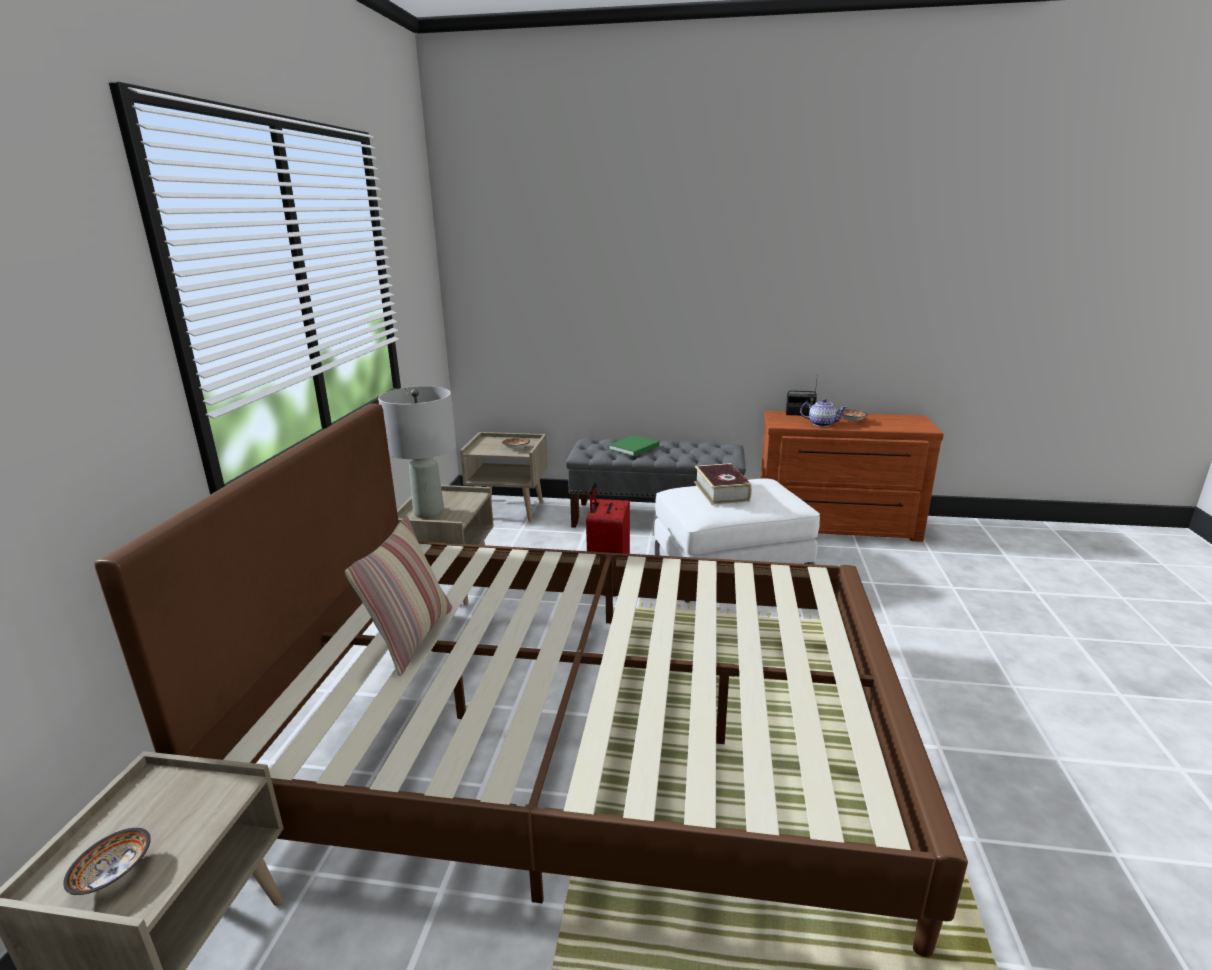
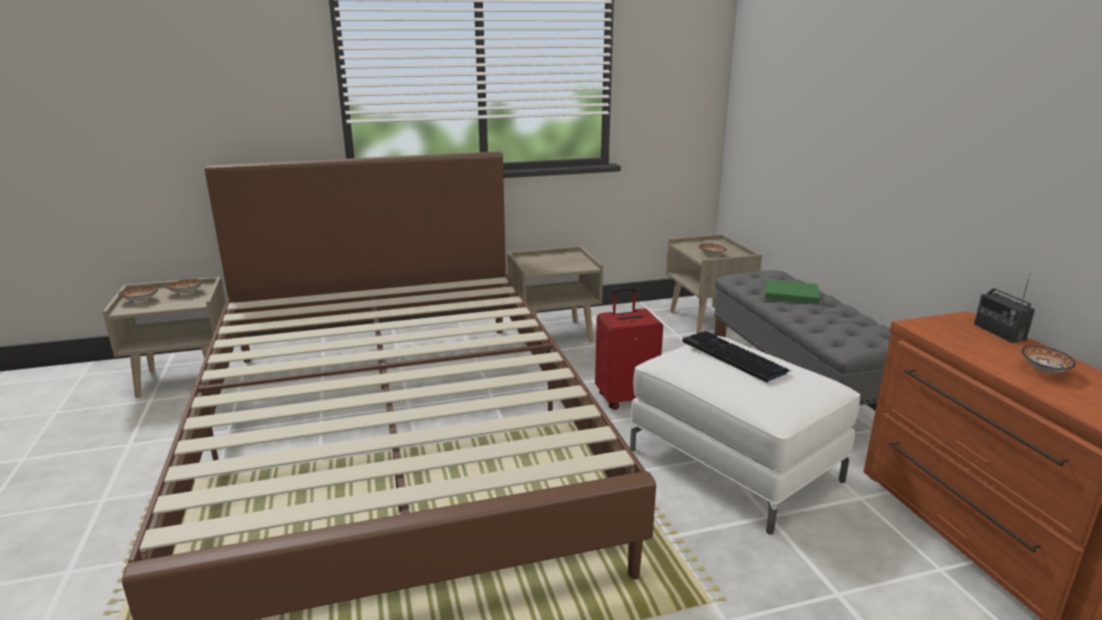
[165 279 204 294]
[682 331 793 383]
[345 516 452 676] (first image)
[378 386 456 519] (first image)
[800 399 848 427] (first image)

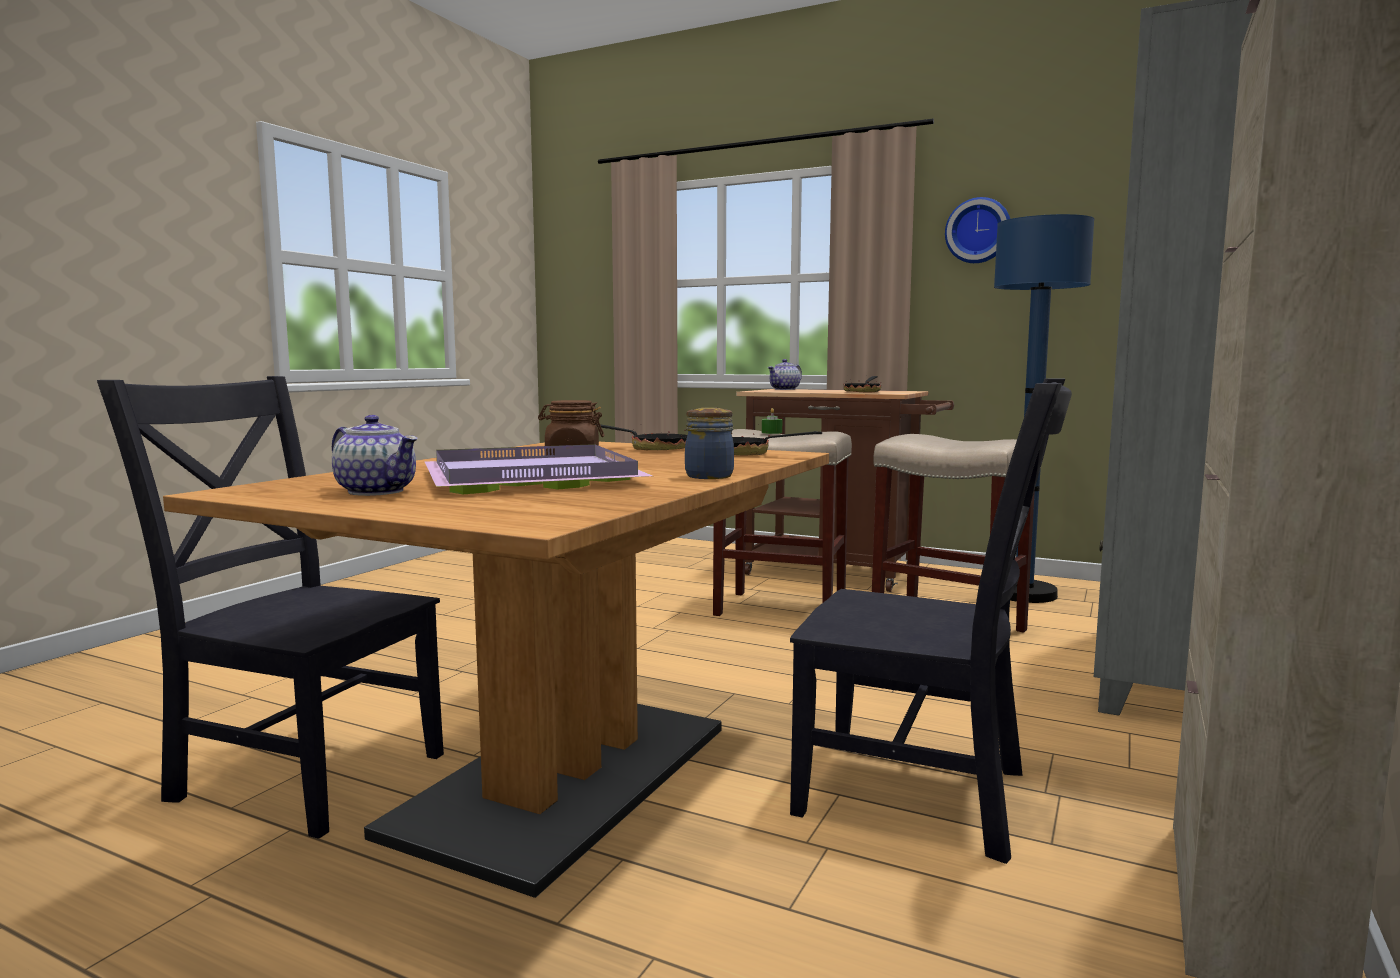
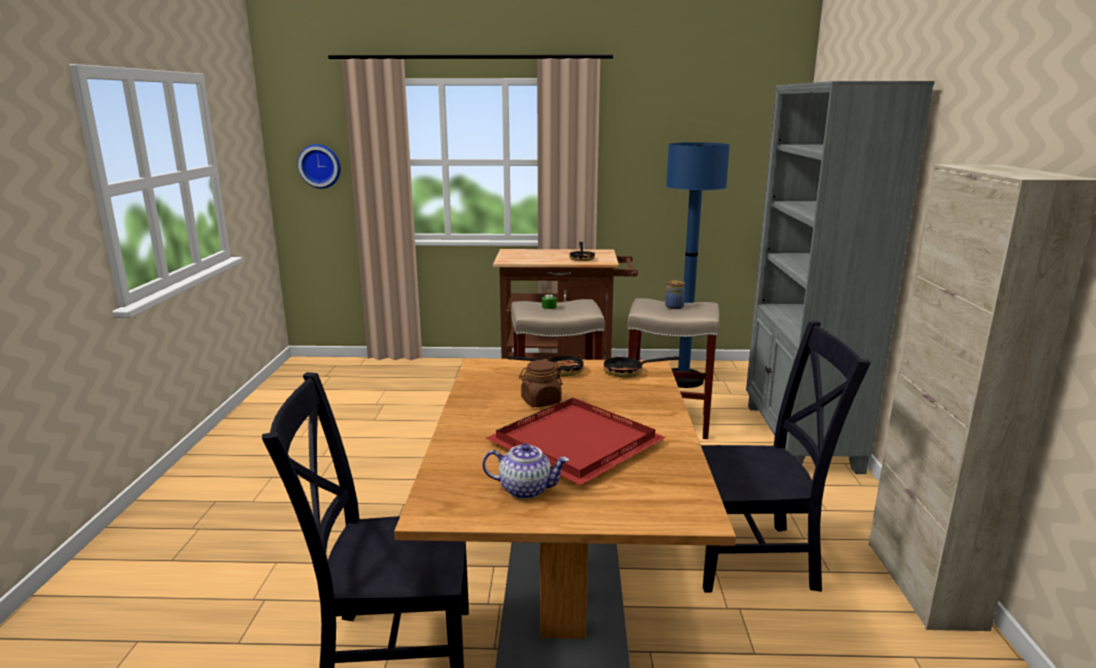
[298 144 341 189]
[486 397 666 485]
[665 280 685 309]
[768 359 802 390] (first image)

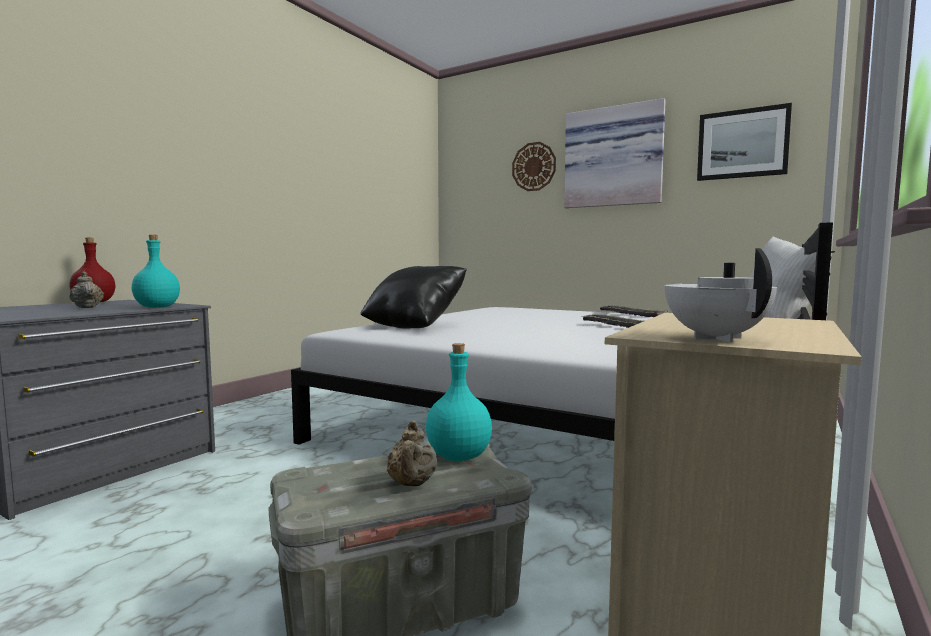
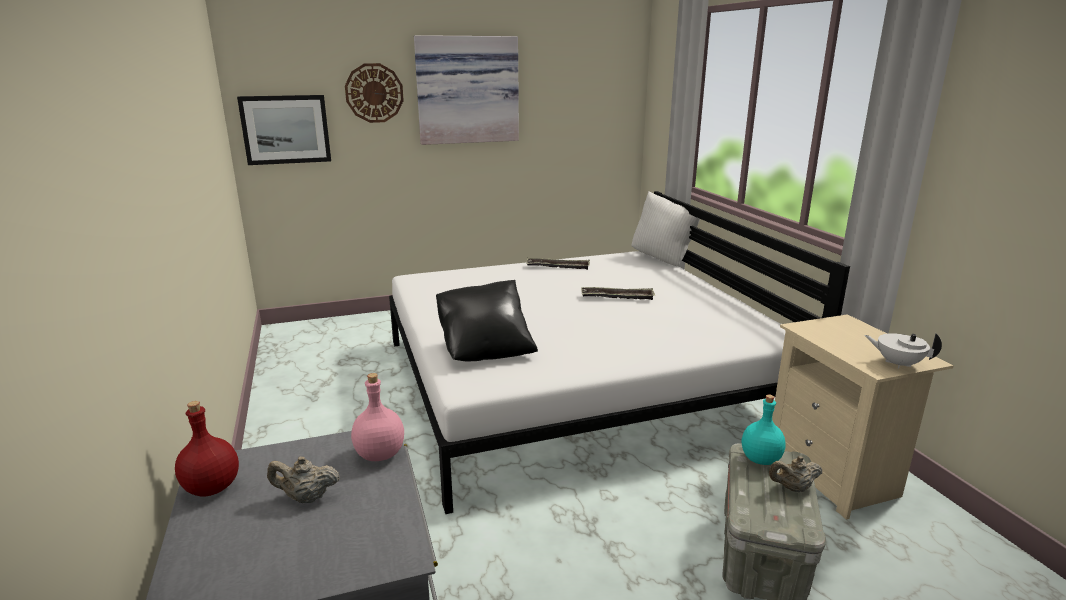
[237 95 331 165]
[351 373 404 461]
[769 456 822 492]

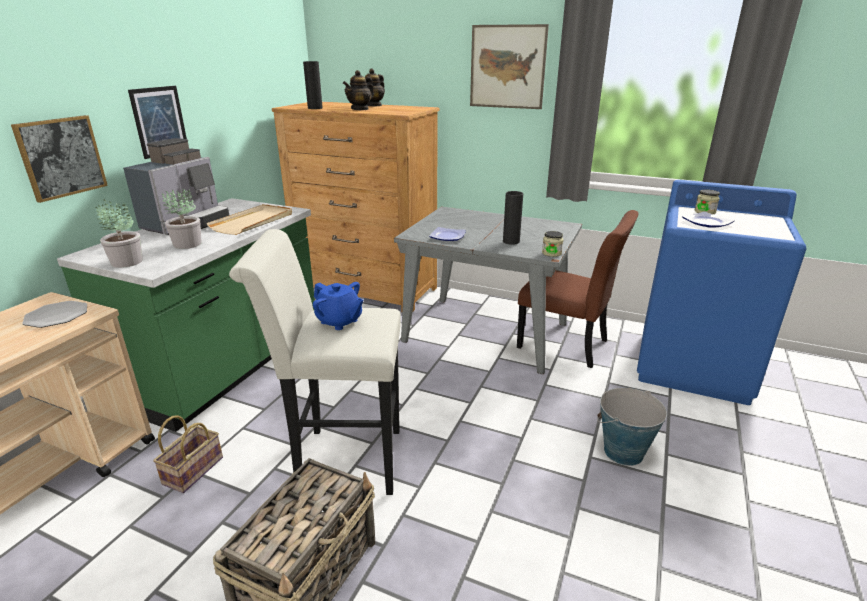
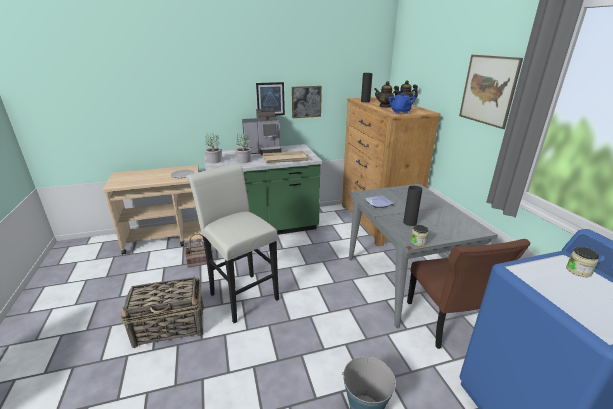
[292 86 322 118]
[388 93 416 114]
[682 212 735 228] (first image)

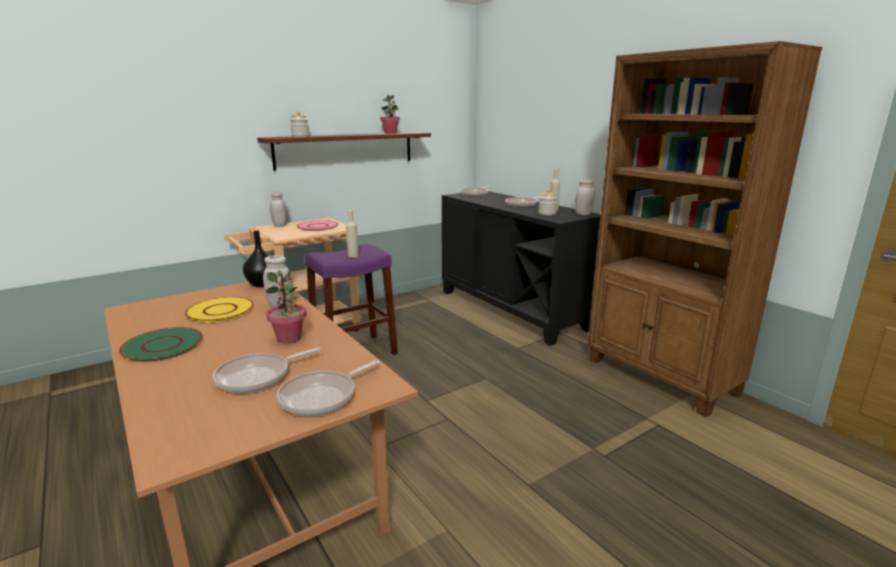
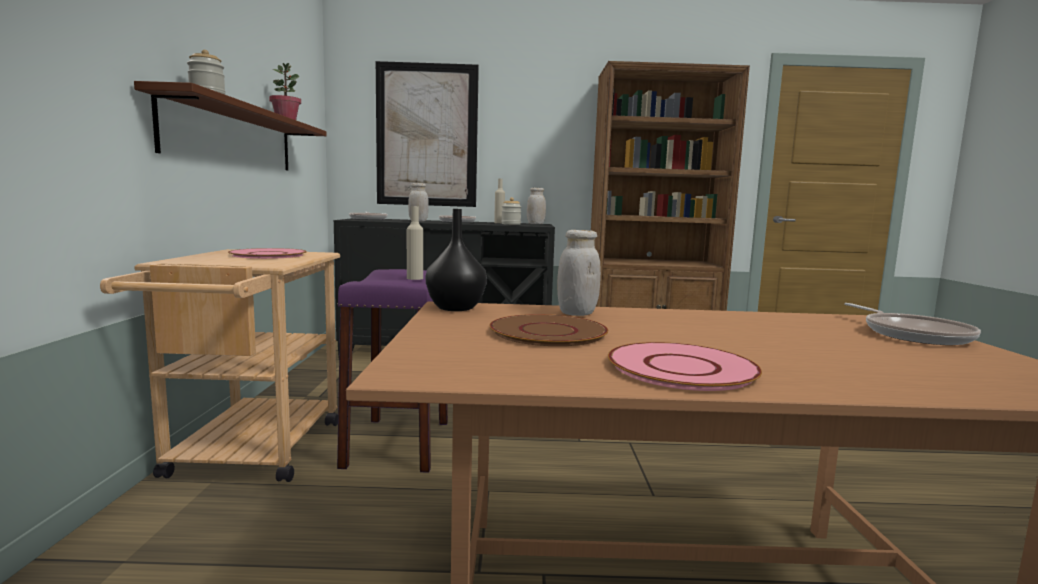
[376 61 479 207]
[408 183 429 221]
[489 314 608 346]
[608 342 762 391]
[213 347 321 393] (first image)
[266 270 307 344] (first image)

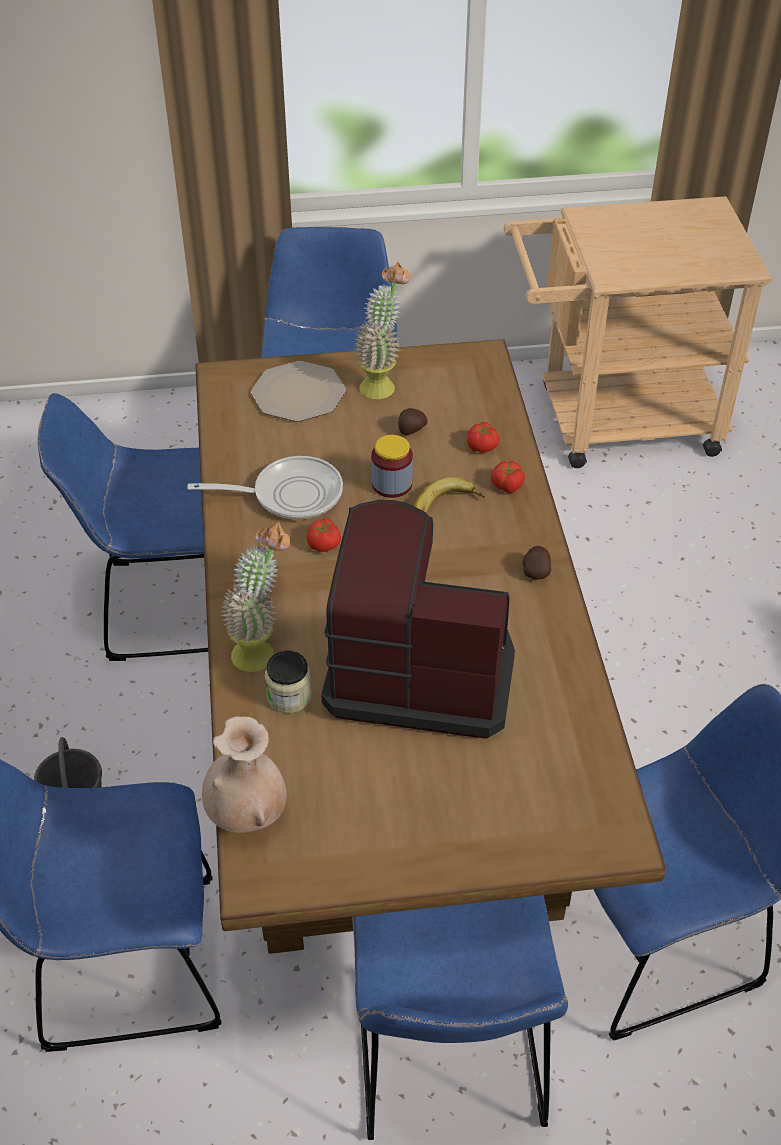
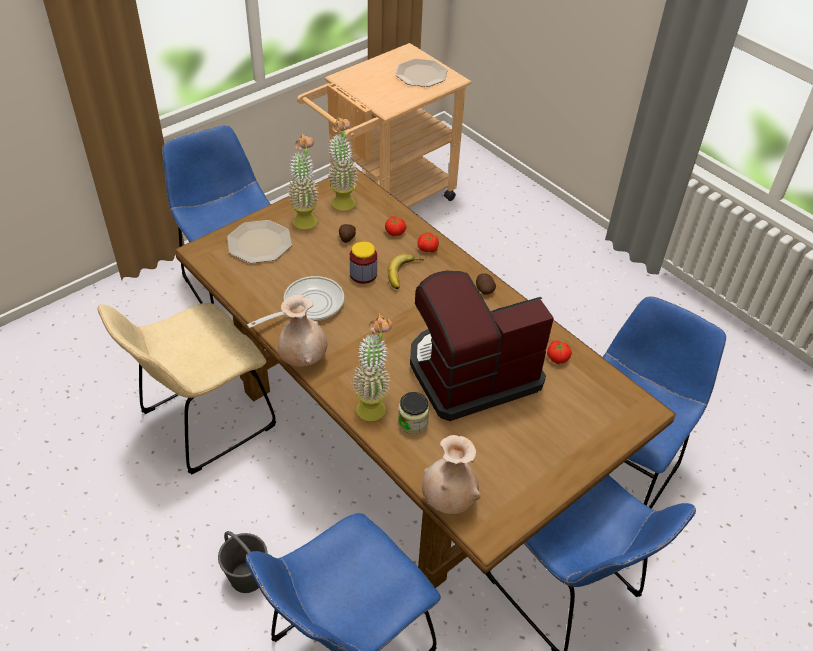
[98 303 276 475]
[278 294 327 367]
[327 116 359 211]
[395 58 448 87]
[547 340 572 364]

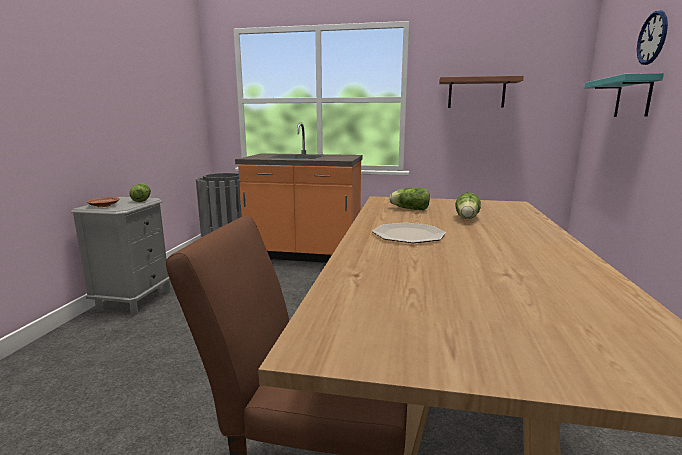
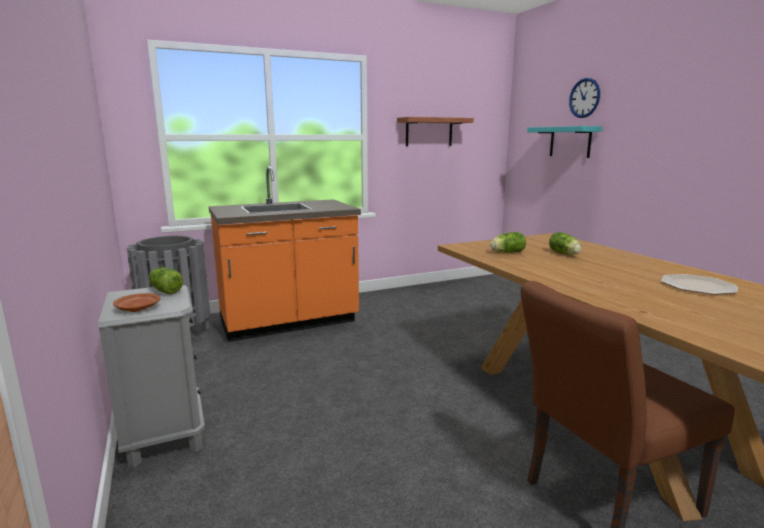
[661 274 738 295]

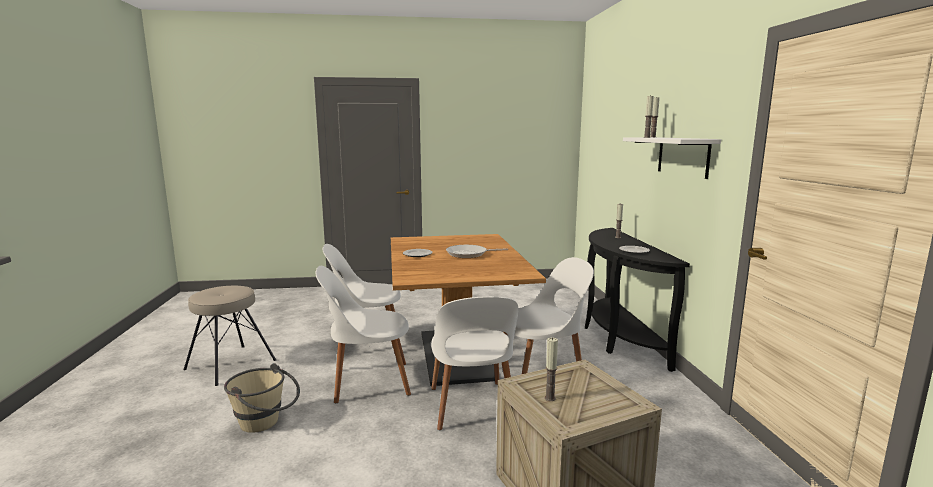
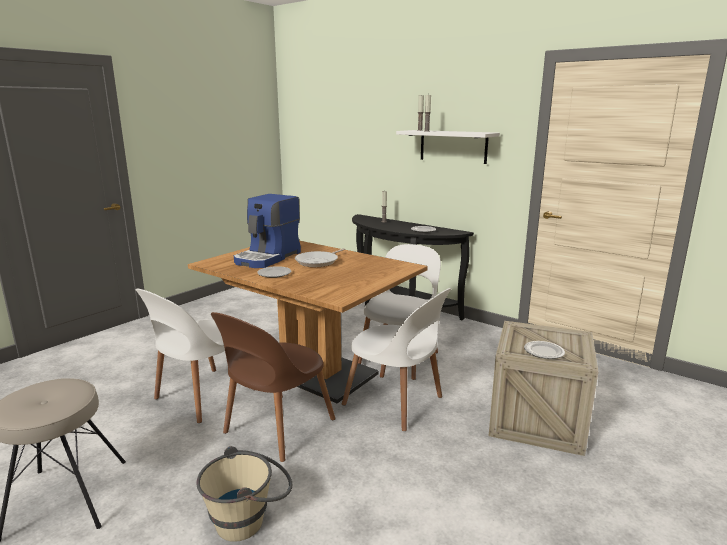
[211 312 336 462]
[234 194 301 268]
[524 341 565 359]

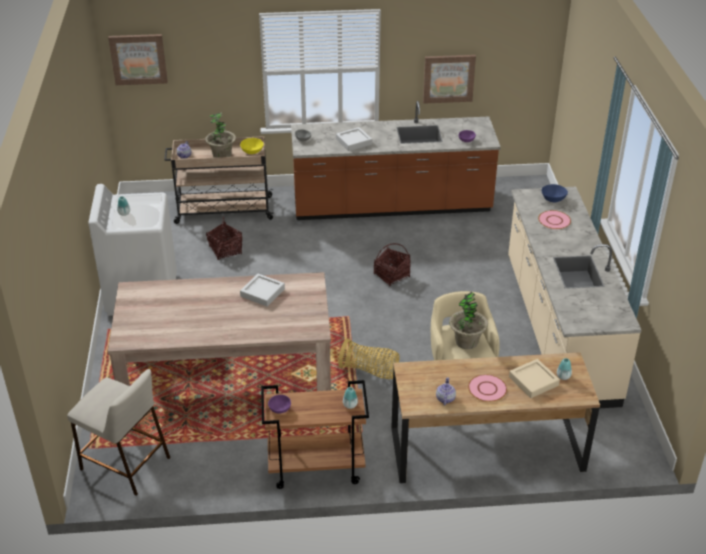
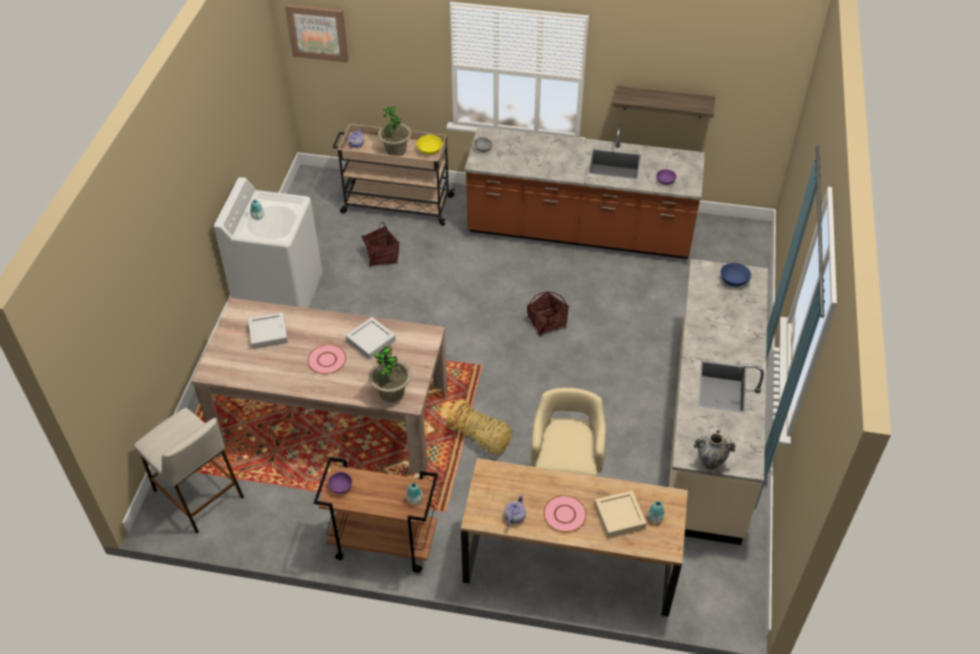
[248 312 288 349]
[307 344 346 374]
[369 346 411 402]
[613 86 715 118]
[694 430 736 469]

